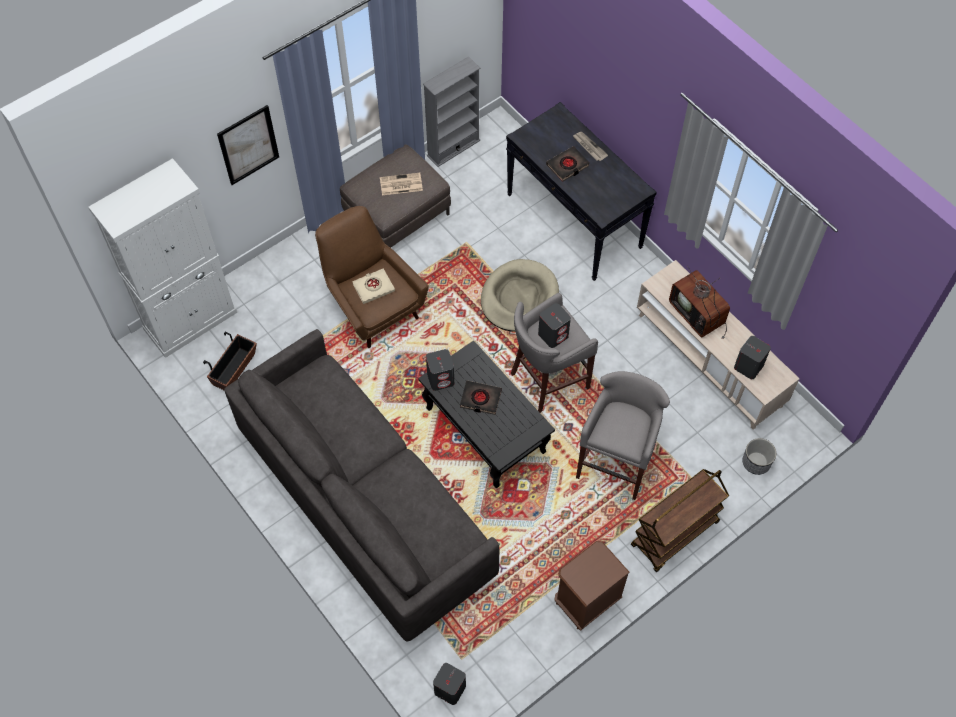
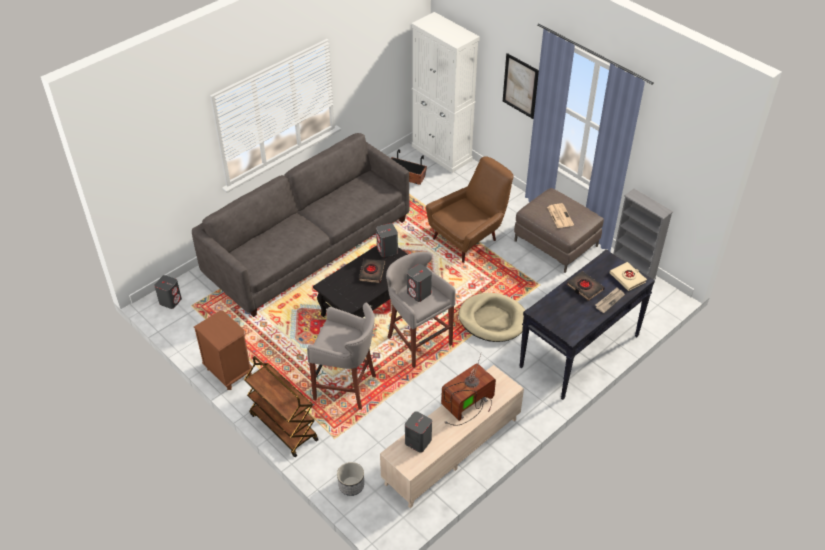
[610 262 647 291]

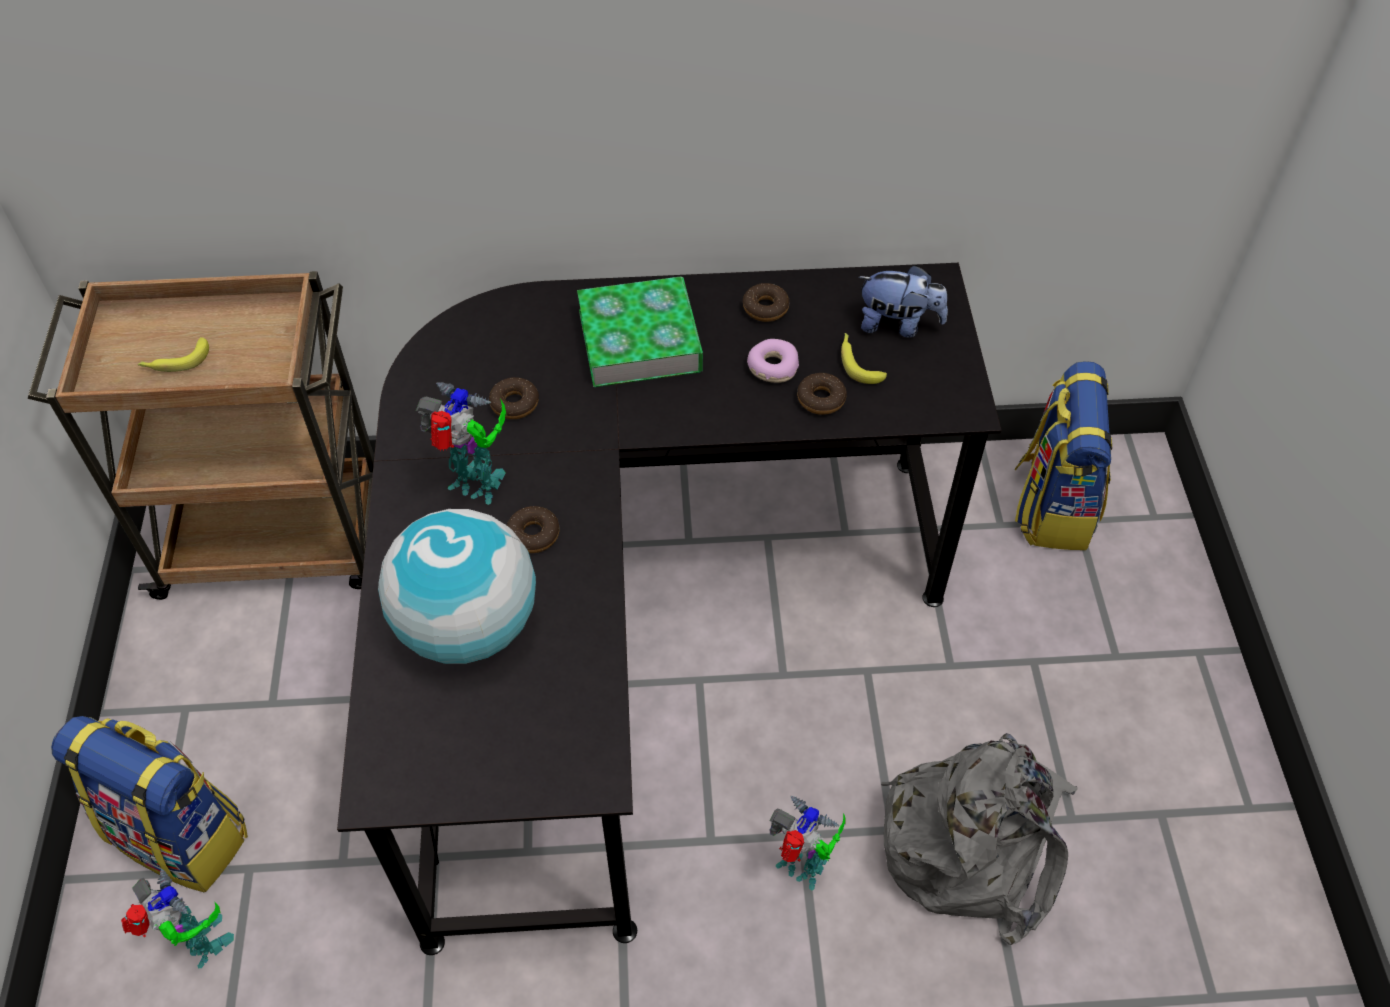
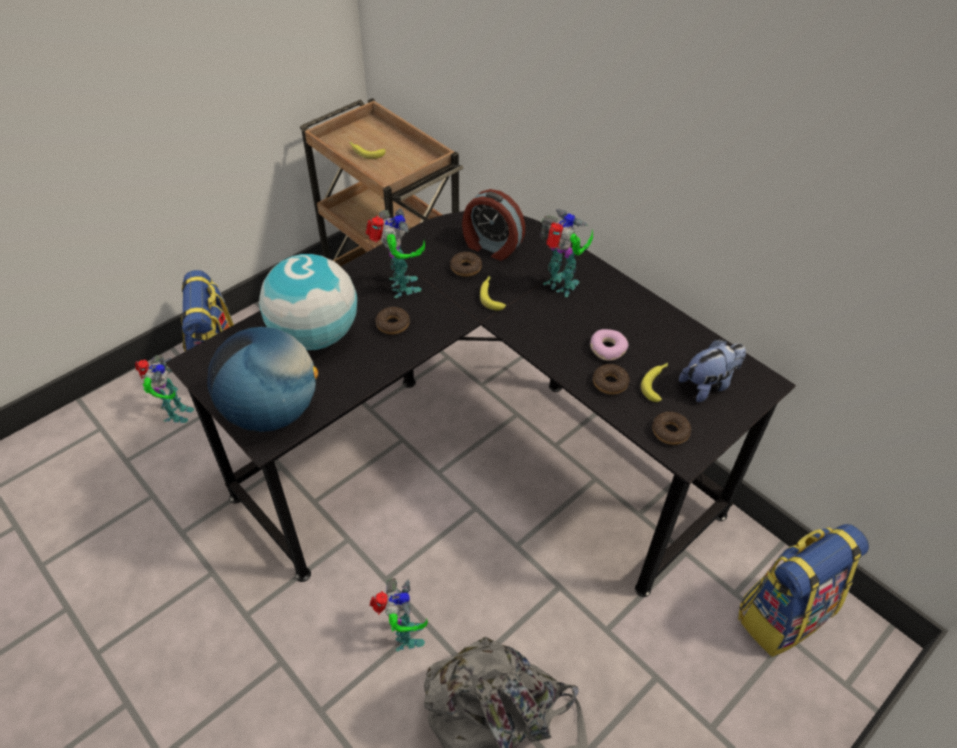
[207 327 318 432]
[462 189 525 261]
[480 276 506 310]
[540 209 593 297]
[652 412 691 445]
[679 339 746 402]

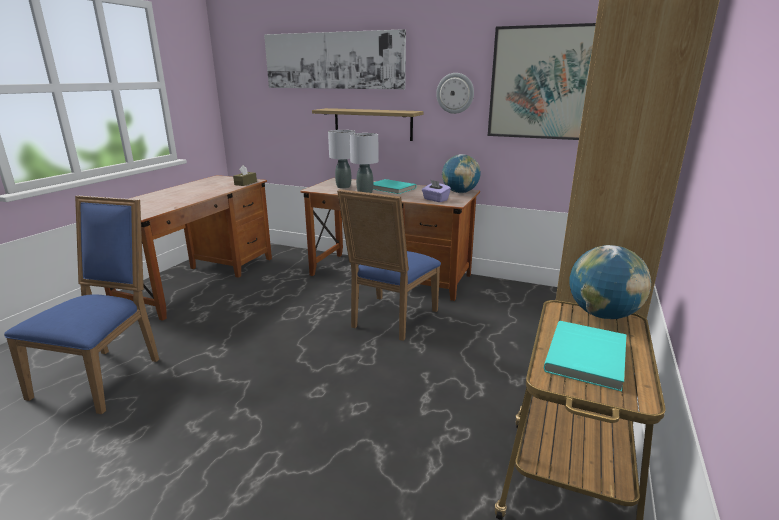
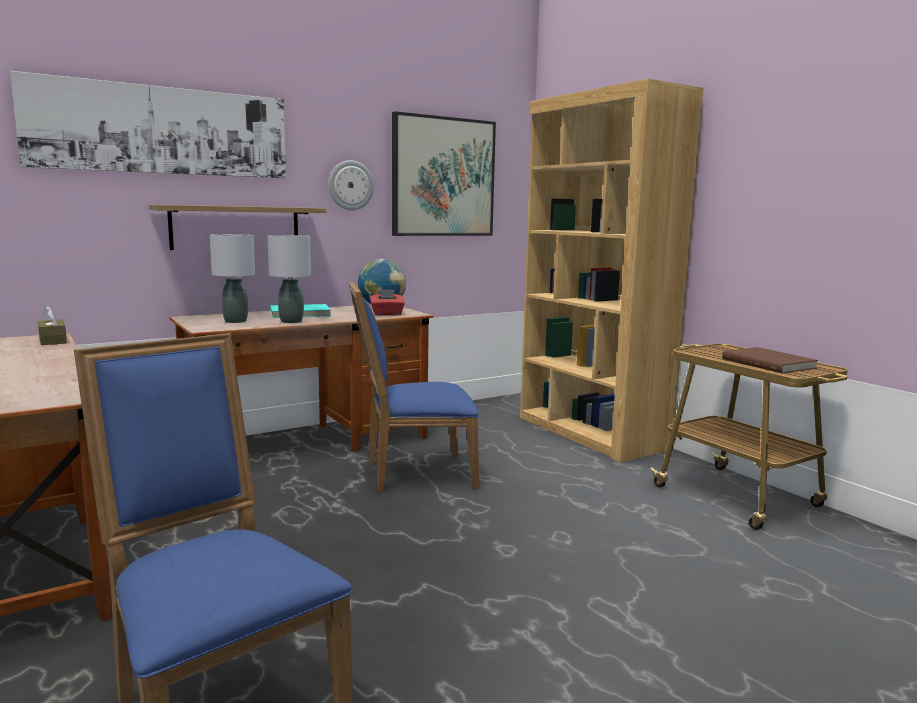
[349 282 480 492]
[370 289 405 316]
[722 347 818 373]
[569 245 651 319] (first image)

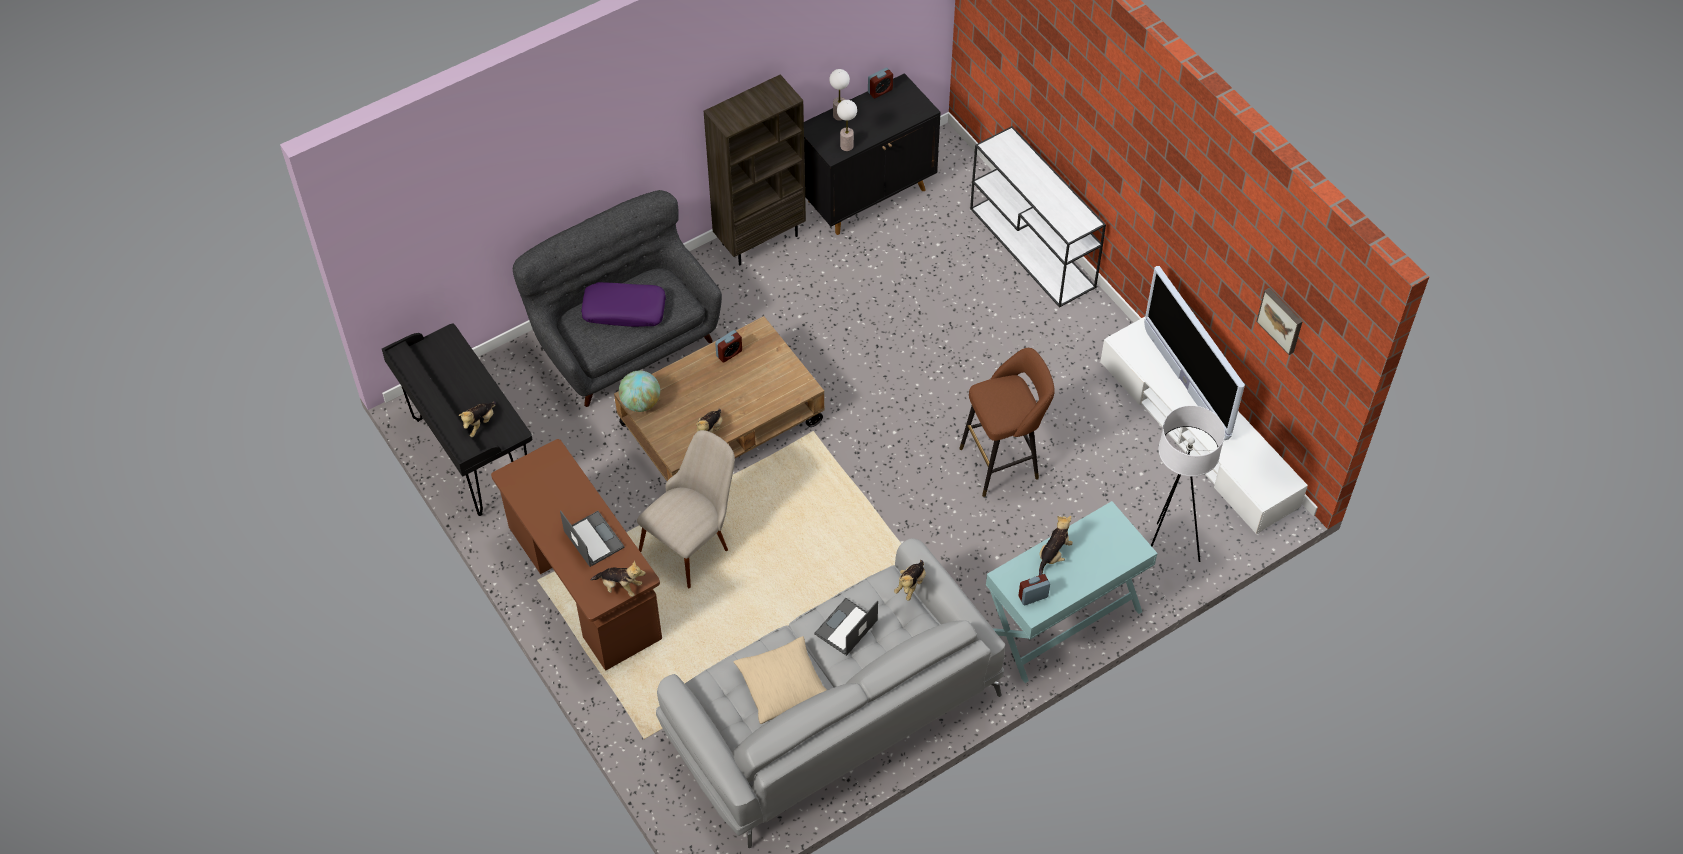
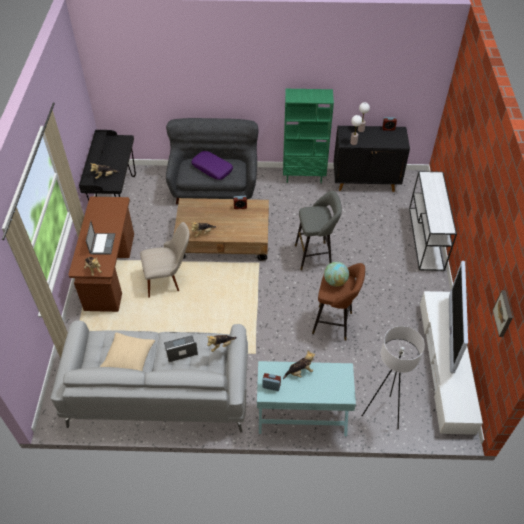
[283 89 334 183]
[295 191 342 270]
[324 262 349 287]

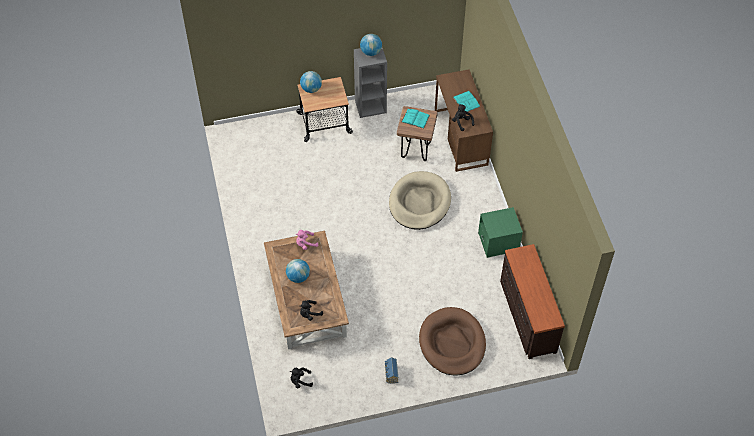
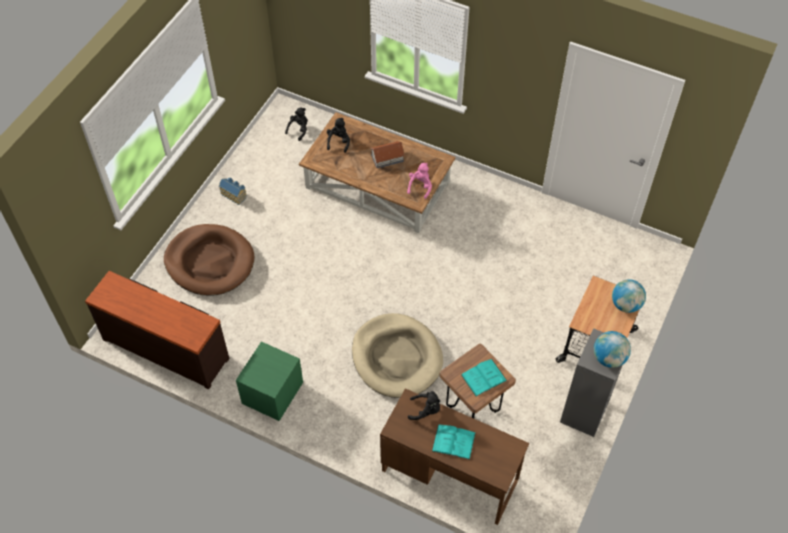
[370 141 405 168]

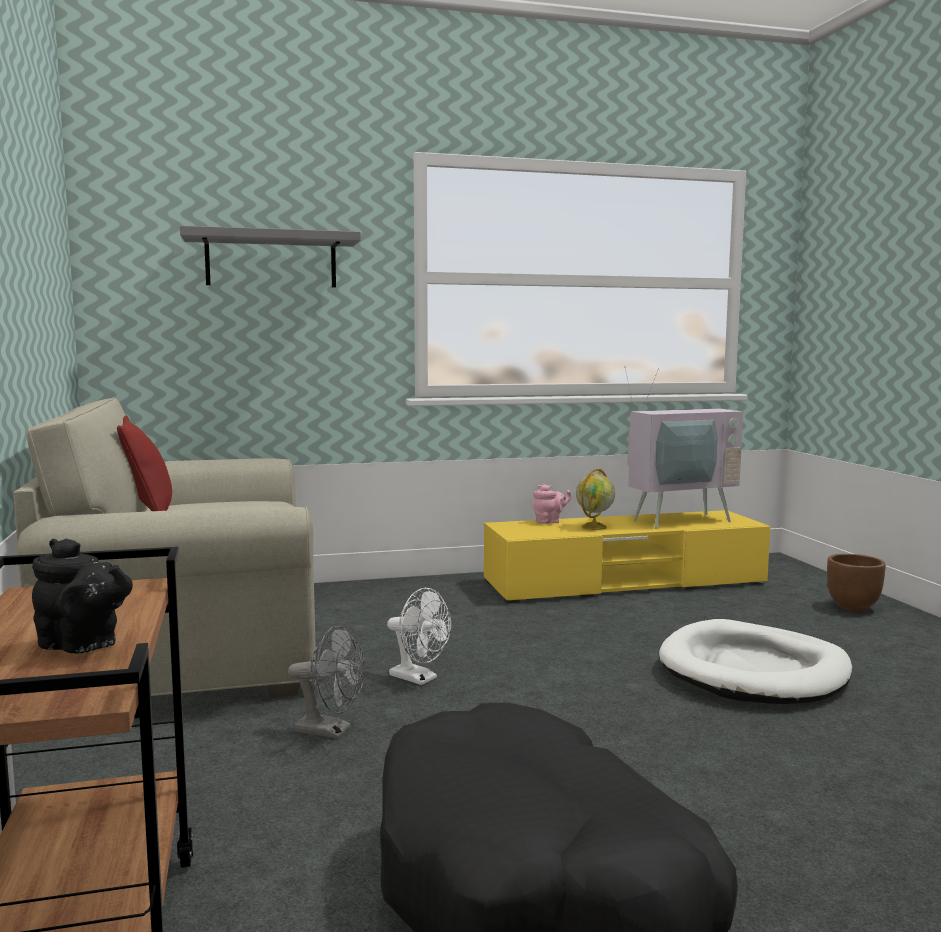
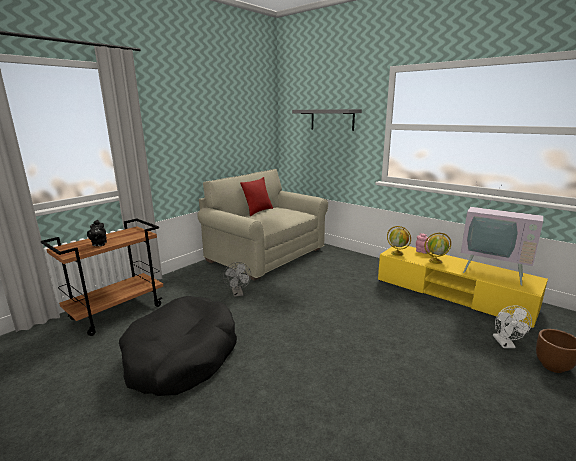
[387 226 411 256]
[493 305 532 348]
[659 619 852 704] (first image)

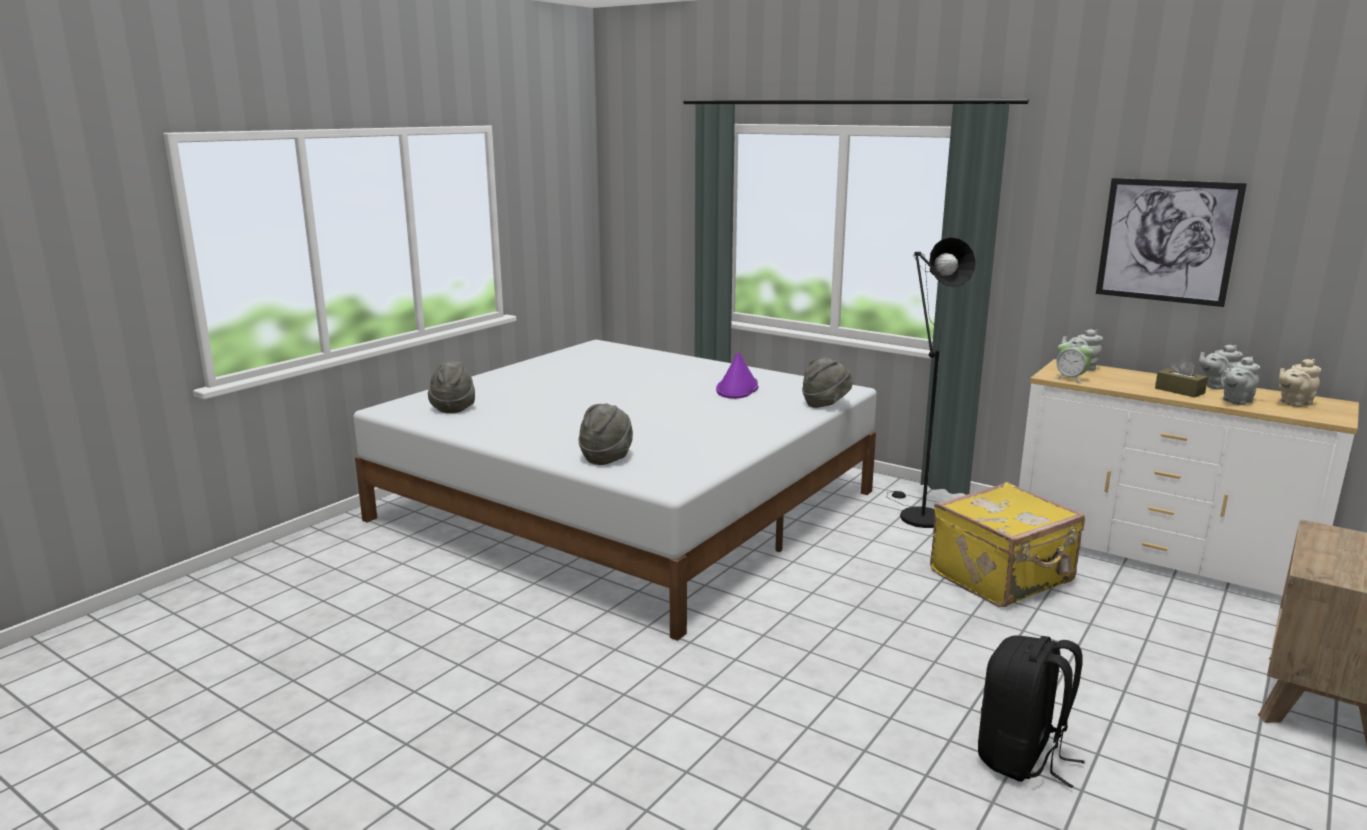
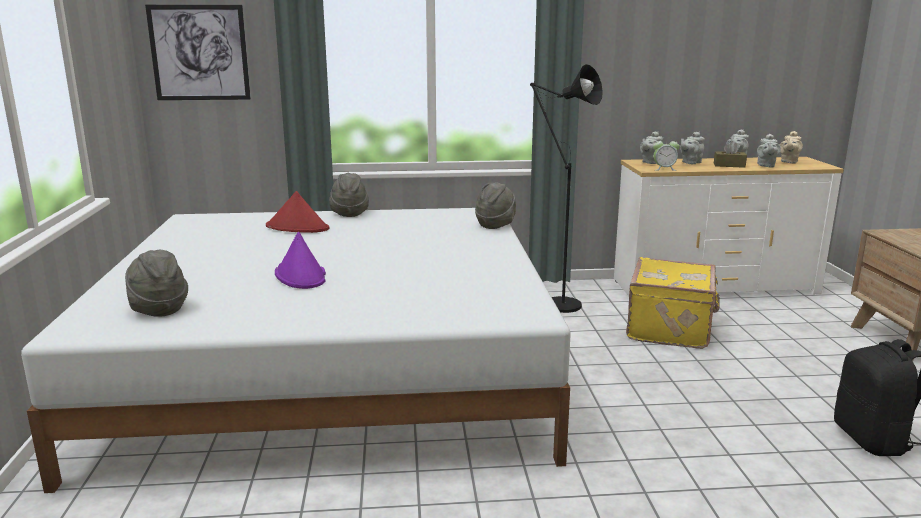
[145 5 251 100]
[266 191 329 233]
[275 232 326 289]
[329 173 369 217]
[680 132 705 164]

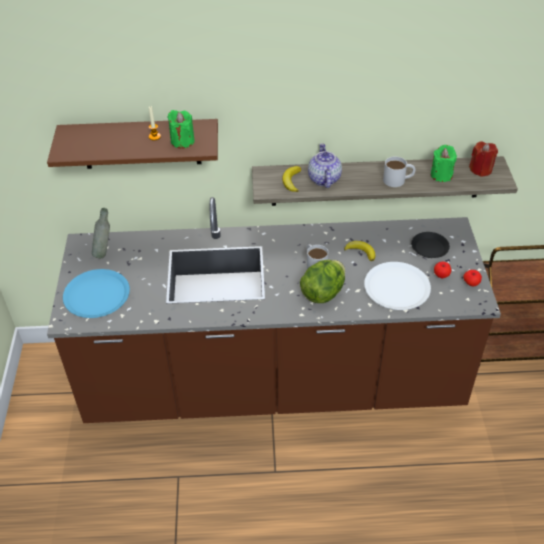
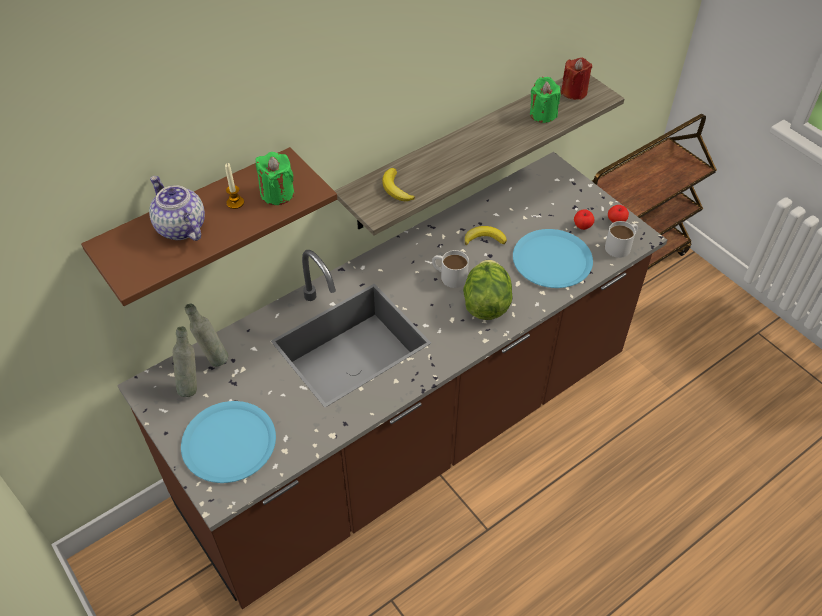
[149 176 205 241]
[185 304 228 367]
[513 229 593 288]
[605 221 638 258]
[411 232 450 258] (first image)

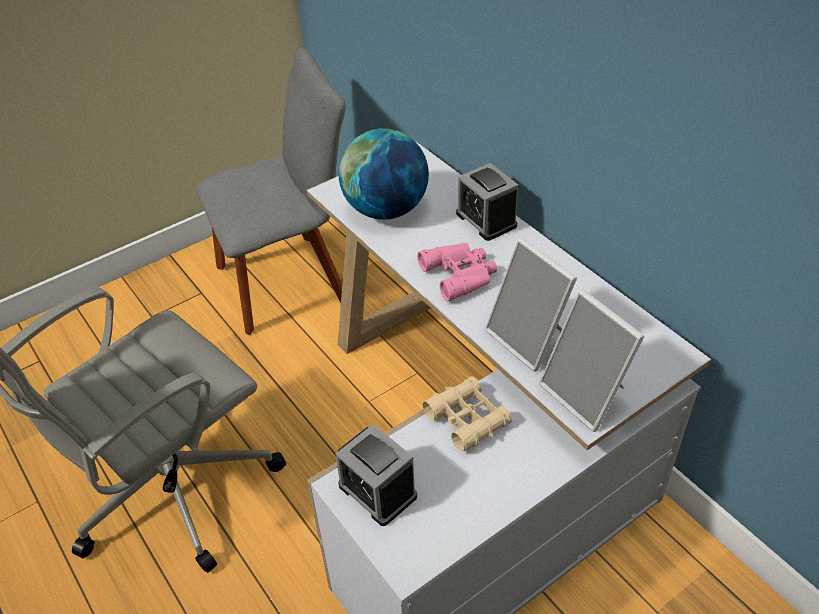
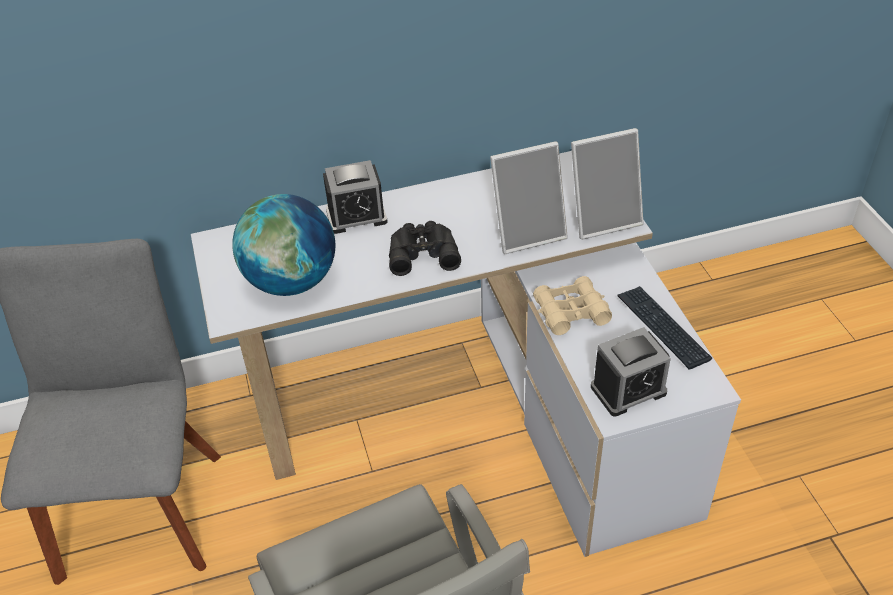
[389 221 461 276]
[618 286 712 369]

